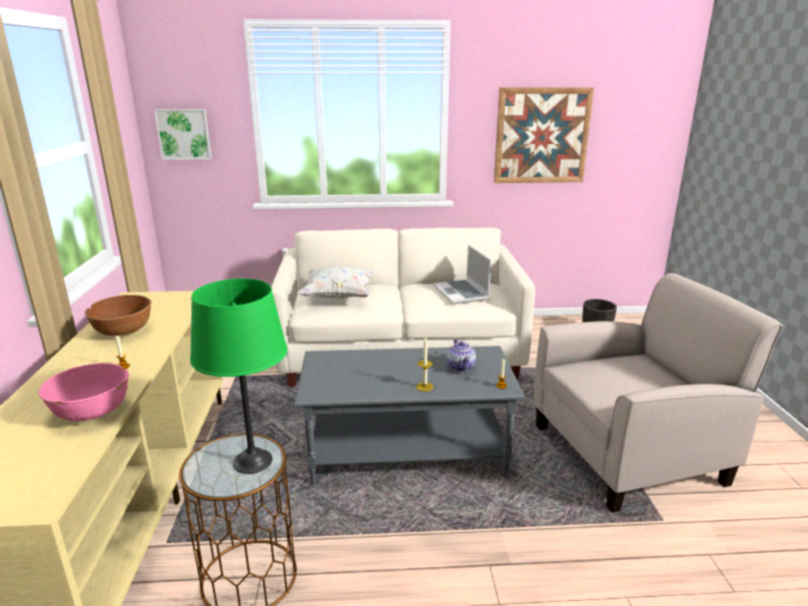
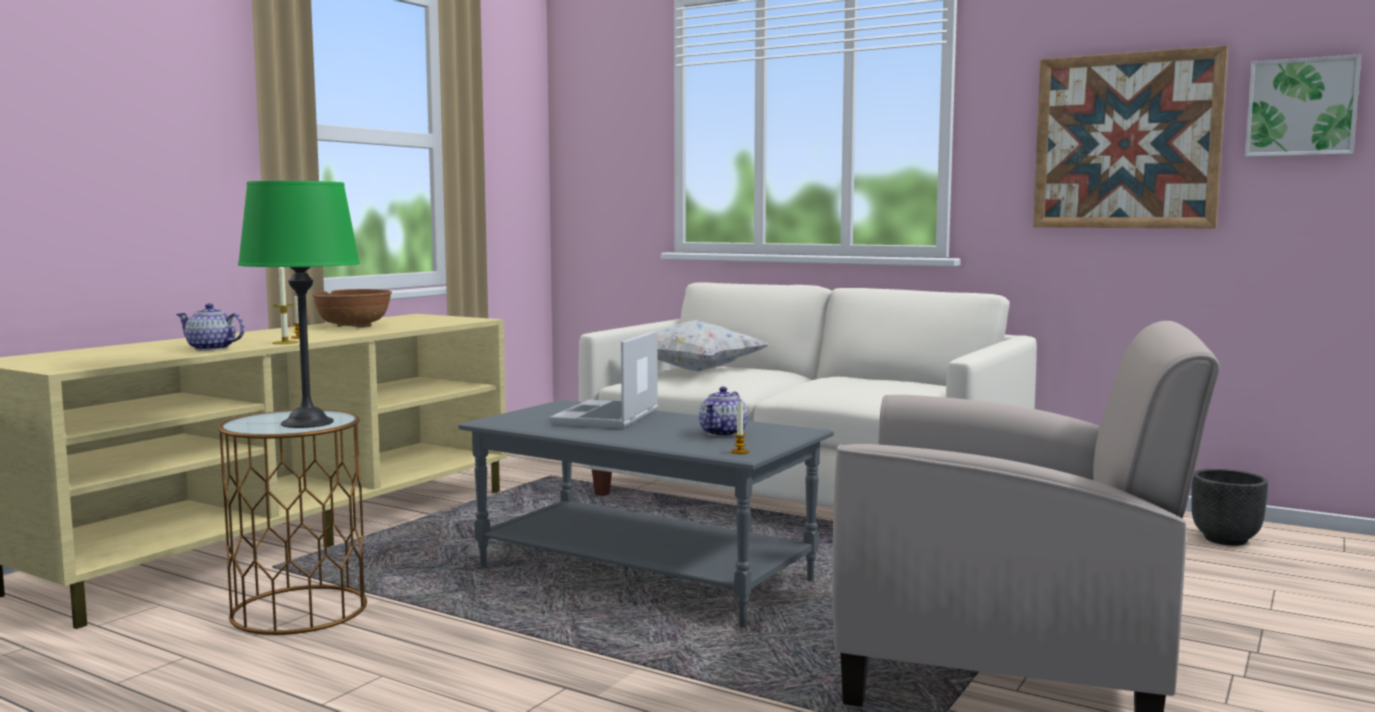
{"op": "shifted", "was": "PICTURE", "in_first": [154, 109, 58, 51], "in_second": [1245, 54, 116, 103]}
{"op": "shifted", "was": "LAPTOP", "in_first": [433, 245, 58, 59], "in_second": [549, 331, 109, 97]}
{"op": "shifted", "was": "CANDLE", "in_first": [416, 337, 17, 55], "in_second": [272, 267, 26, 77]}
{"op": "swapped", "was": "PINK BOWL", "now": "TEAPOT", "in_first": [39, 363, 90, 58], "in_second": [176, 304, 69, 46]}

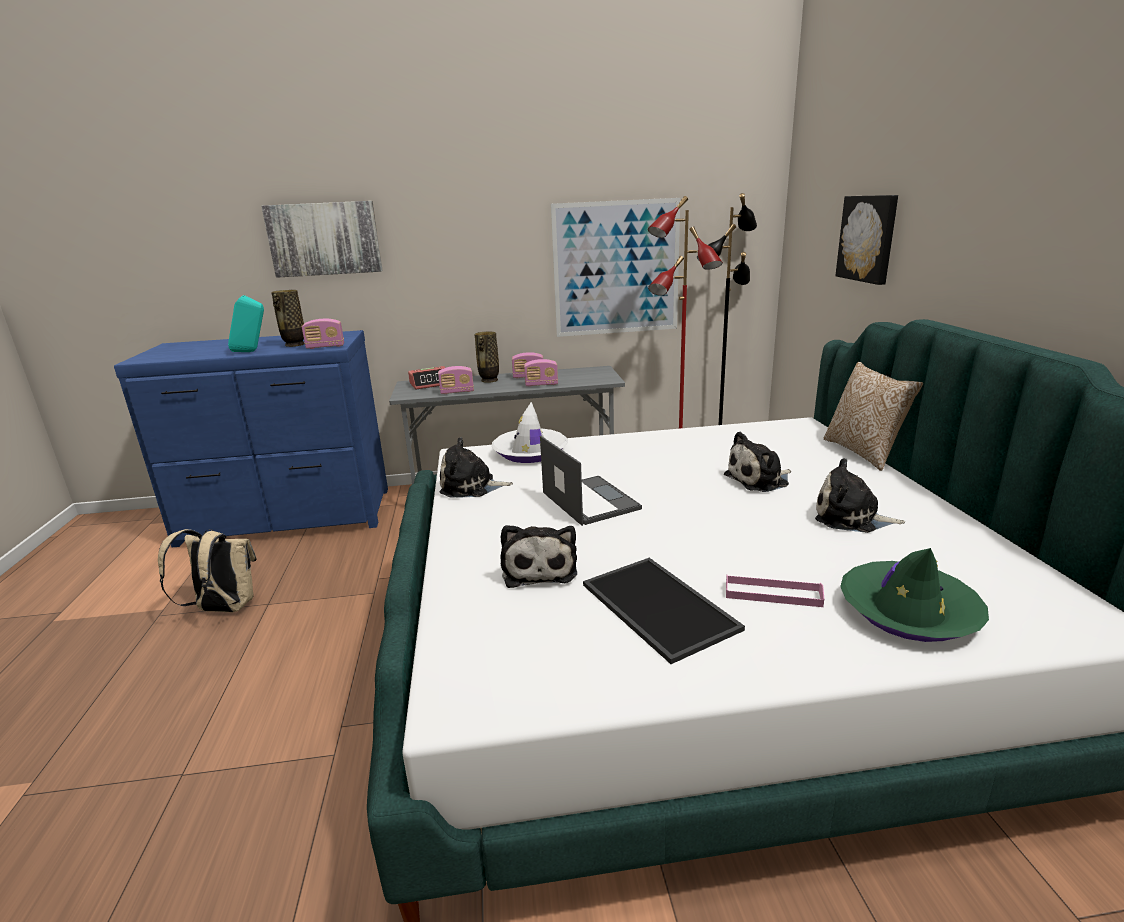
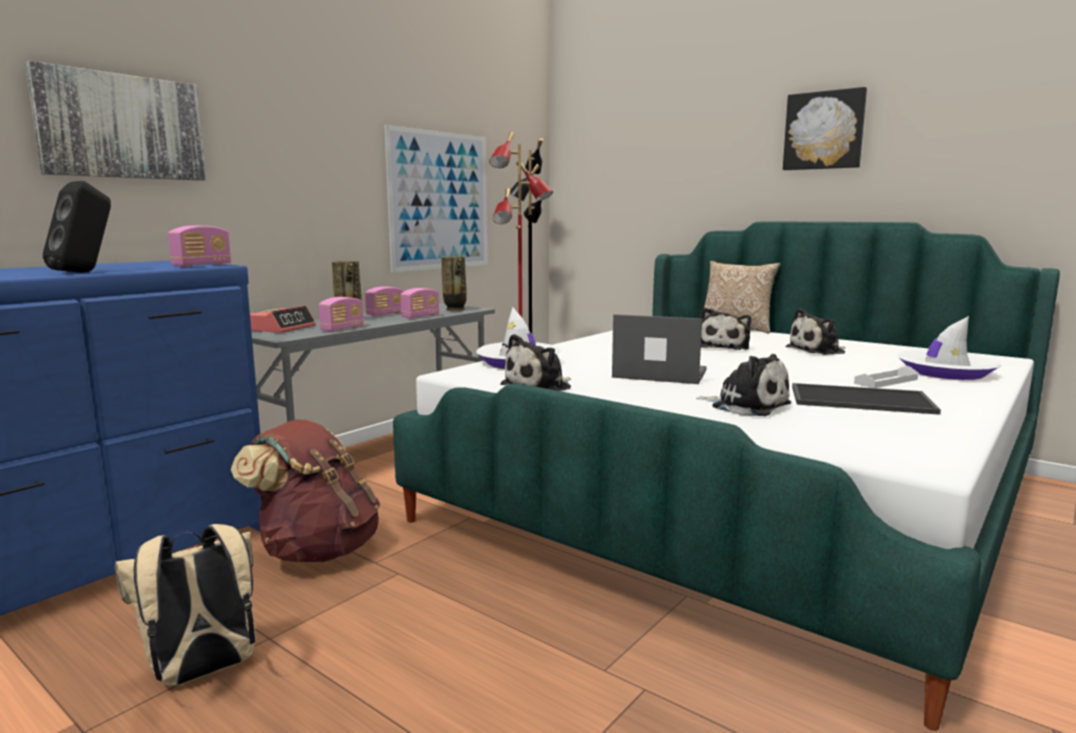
{"op": "shifted", "was": "PICTURE", "in_first": [835, 195, 63, 90], "in_second": [783, 87, 84, 83]}
{"op": "shifted", "was": "VASE", "in_first": [271, 290, 33, 57], "in_second": [442, 257, 25, 54]}
{"op": "repainted", "was": "TURQUOISE SPEAKER", "now": "BLACK SPEAKER", "in_first": [228, 295, 36, 57], "in_second": [42, 181, 69, 92]}
{"op": "repainted", "was": "GREEN HAT", "now": "WHITE HAT", "in_first": [840, 548, 149, 94], "in_second": [898, 316, 104, 64]}
{"op": "repainted", "was": "PINK TRAY", "now": "WHITE TRAY", "in_first": [726, 575, 98, 32], "in_second": [854, 366, 64, 22]}
{"op": "new", "now": "BROWN BACKPACK", "in_second": [231, 419, 149, 143]}

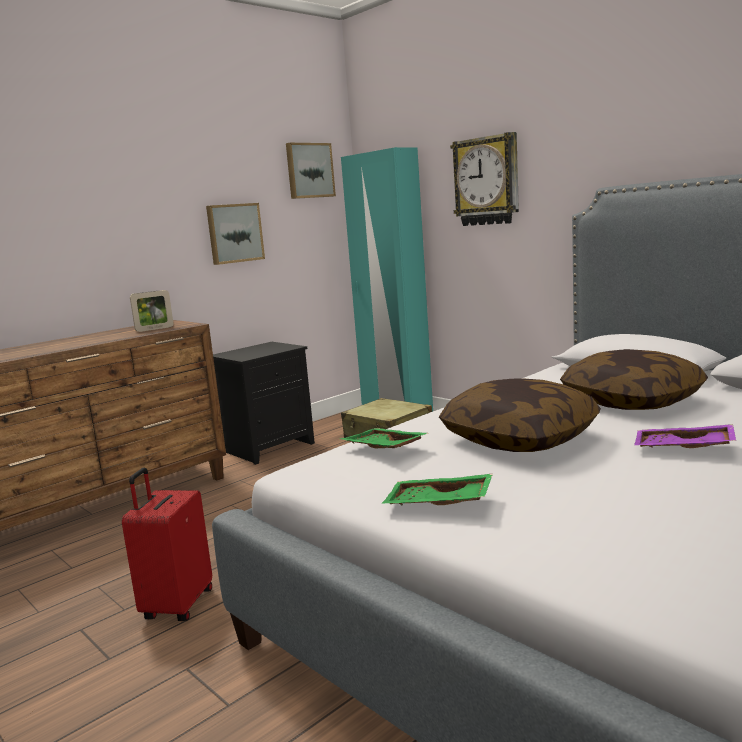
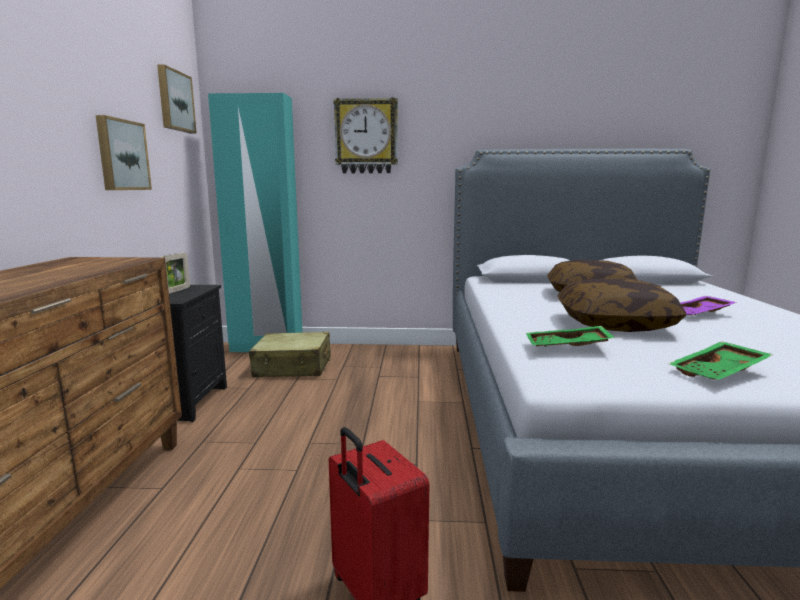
{"op": "shifted", "was": "PICTURE FRAME", "in_first": [130, 290, 43, 42], "in_second": [159, 253, 31, 40]}

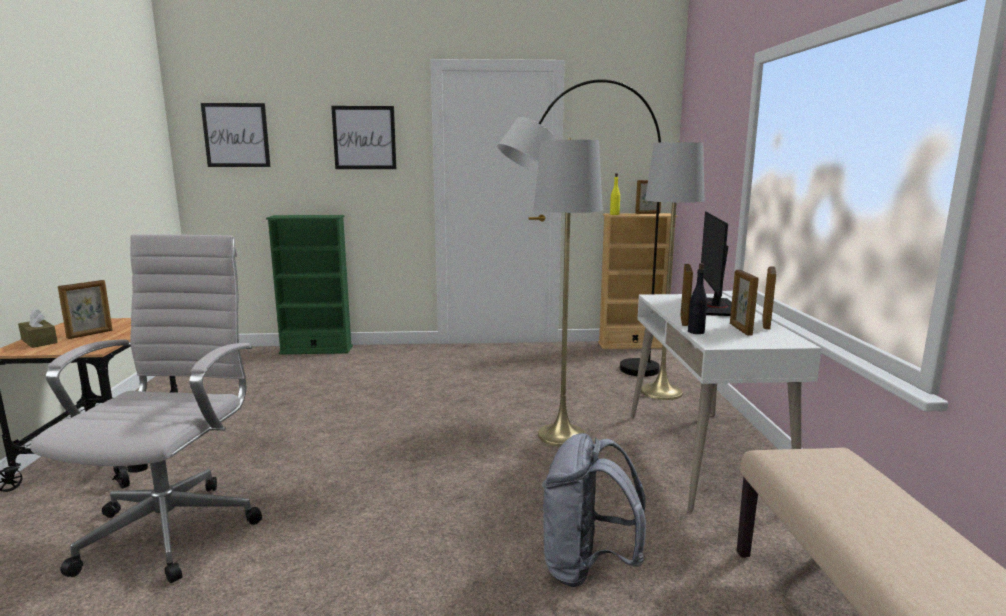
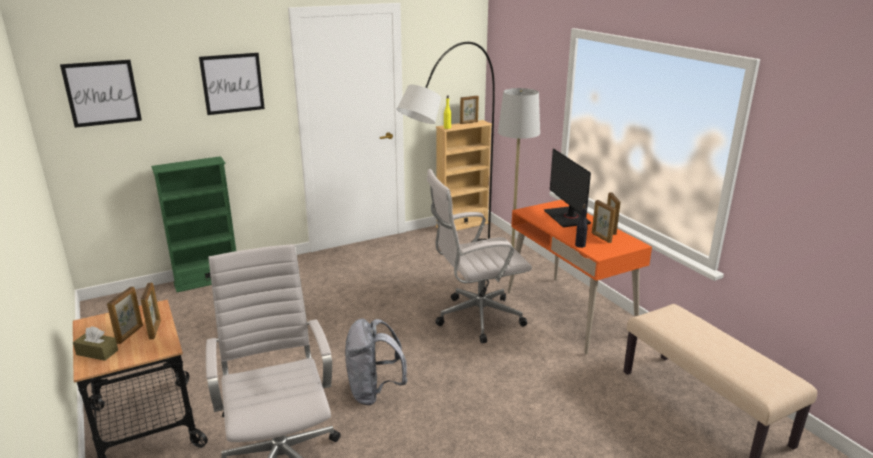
{"op": "swapped", "was": "GREY FLOOR LAMP", "now": "WHITE OFFICE CHAIR", "in_first": [533, 138, 70, 309], "in_second": [427, 169, 105, 174]}
{"op": "shifted", "was": "PICTURE FRAME", "in_first": [681, 264, 12, 62], "in_second": [141, 282, 20, 57]}
{"op": "repainted", "was": "WHITE DESK", "now": "ORANGE DESK", "in_first": [631, 294, 191, 218], "in_second": [508, 200, 144, 155]}
{"op": "shifted", "was": "GREY BACKPACK", "in_first": [542, 433, 104, 154], "in_second": [345, 318, 63, 87]}

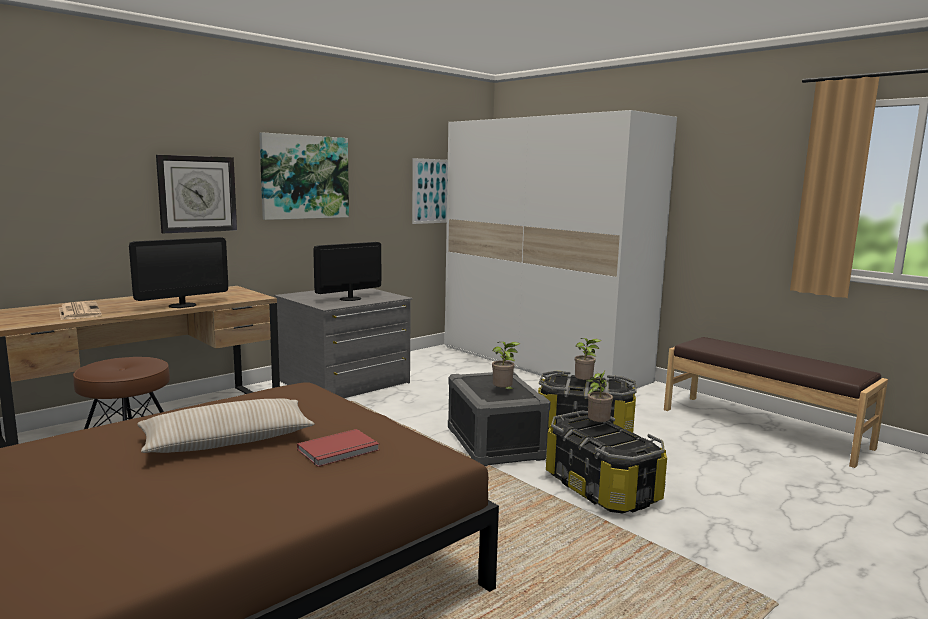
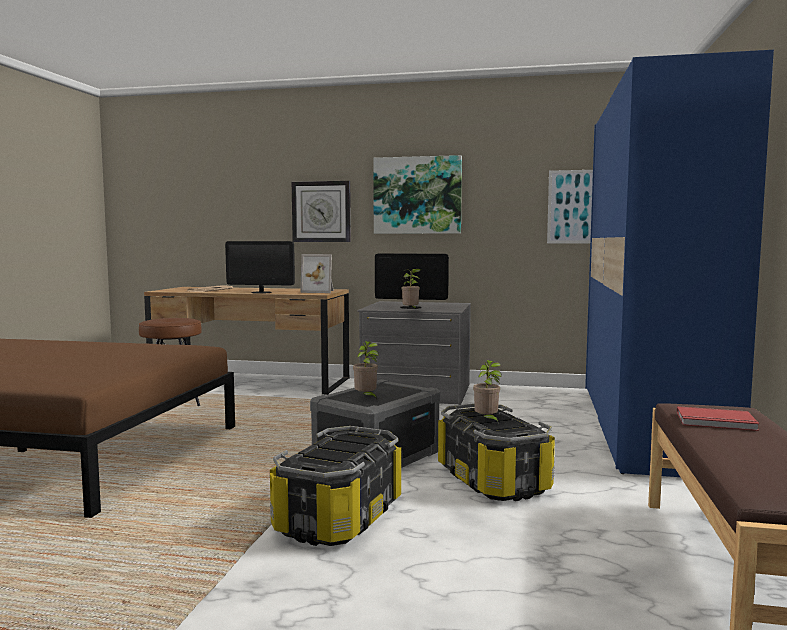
{"op": "repainted", "was": "WHITE WARDROBE", "now": "BLUE WARDROBE", "in_first": [445, 110, 232, 279], "in_second": [585, 50, 189, 427]}
{"op": "shifted", "was": "POTTED PLANT", "in_first": [587, 369, 26, 53], "in_second": [401, 269, 20, 40]}
{"op": "gone", "was": "BEIGE PILLOW", "in_first": [137, 398, 177, 55]}
{"op": "shifted", "was": "RED BOOK", "in_first": [297, 429, 82, 38], "in_second": [677, 406, 82, 25]}
{"op": "new", "now": "PICTURE FRAME", "in_second": [300, 254, 34, 39]}

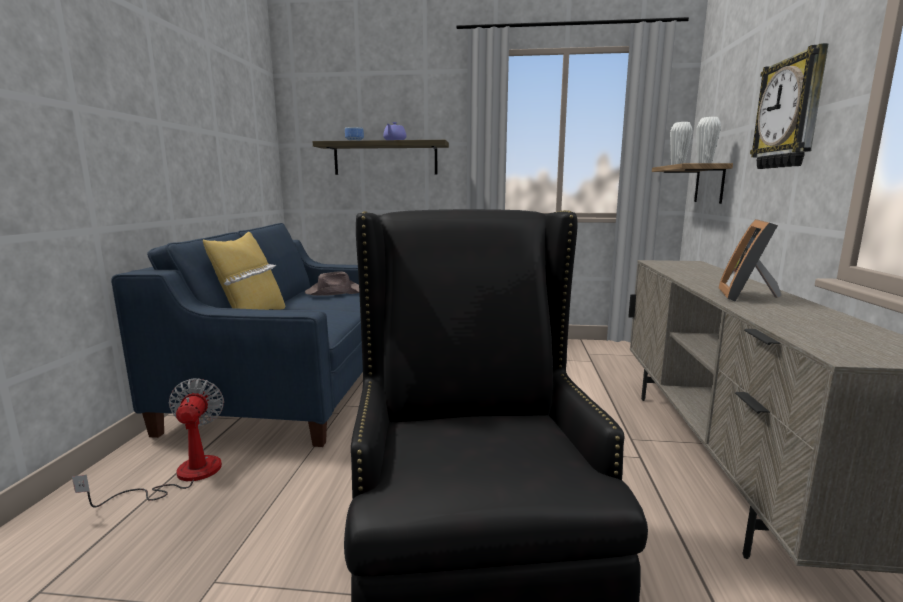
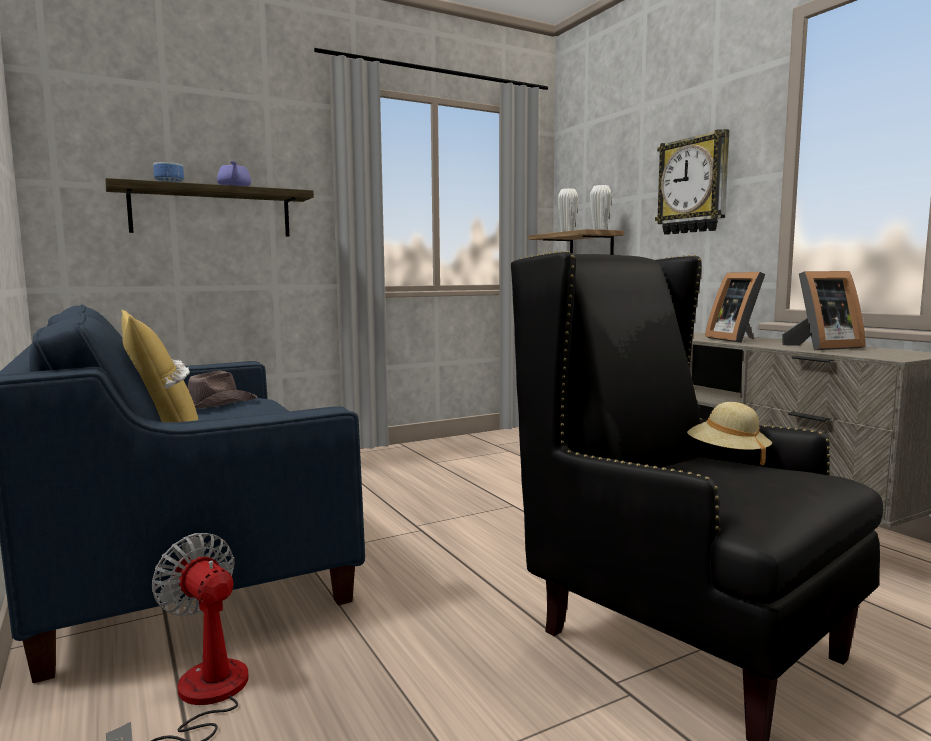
{"op": "new", "now": "PICTURE FRAME", "in_second": [782, 271, 84, 79]}
{"op": "new", "now": "BEIGE HAT", "in_second": [687, 402, 85, 64]}

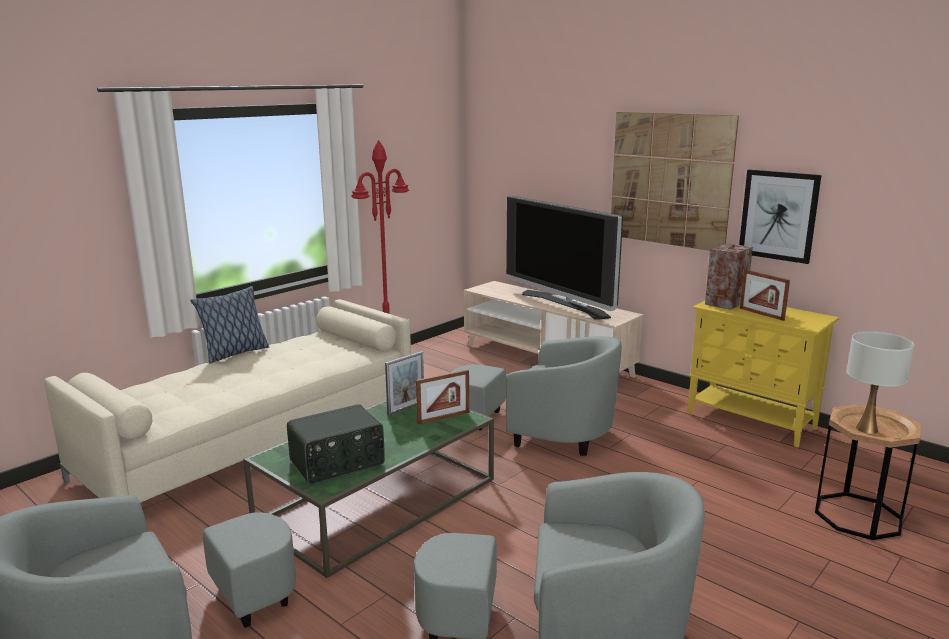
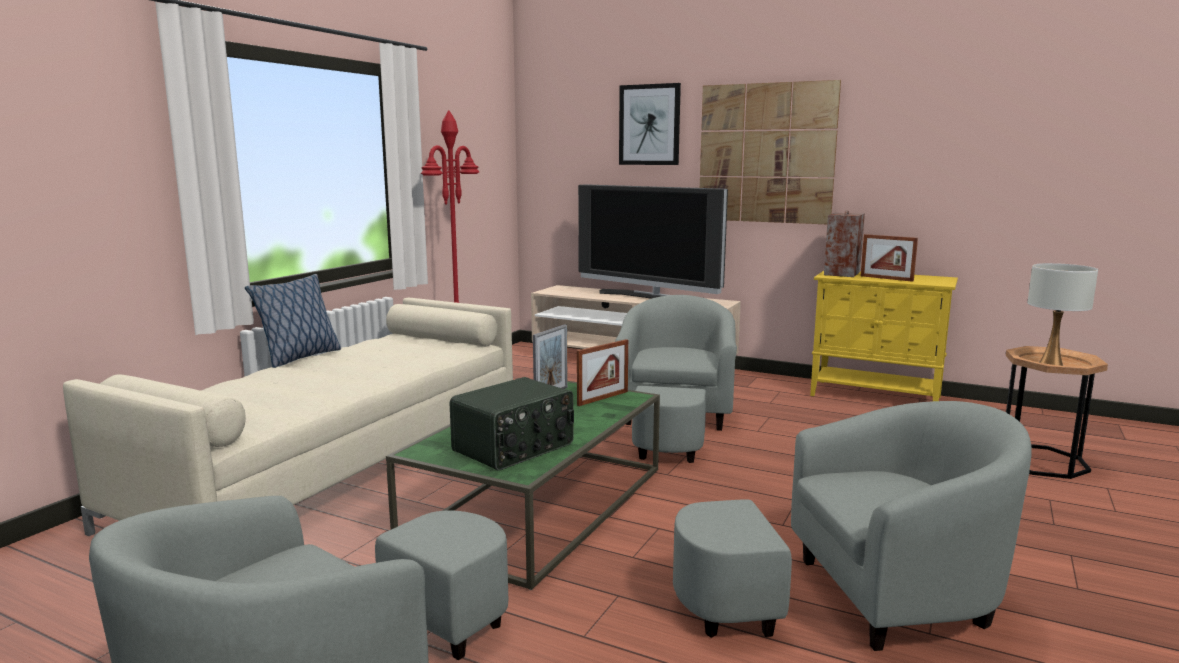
{"op": "shifted", "was": "PICTURE", "in_first": [739, 170, 82, 94], "in_second": [619, 83, 62, 82]}
{"op": "rotated", "was": "GREY ARMCHAIR", "in_first": [451, 336, 171, 120], "in_second": [615, 295, 122, 168], "clockwise": -90}

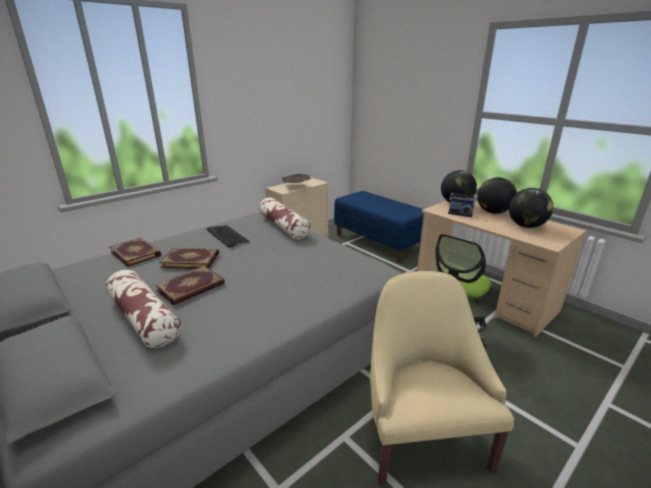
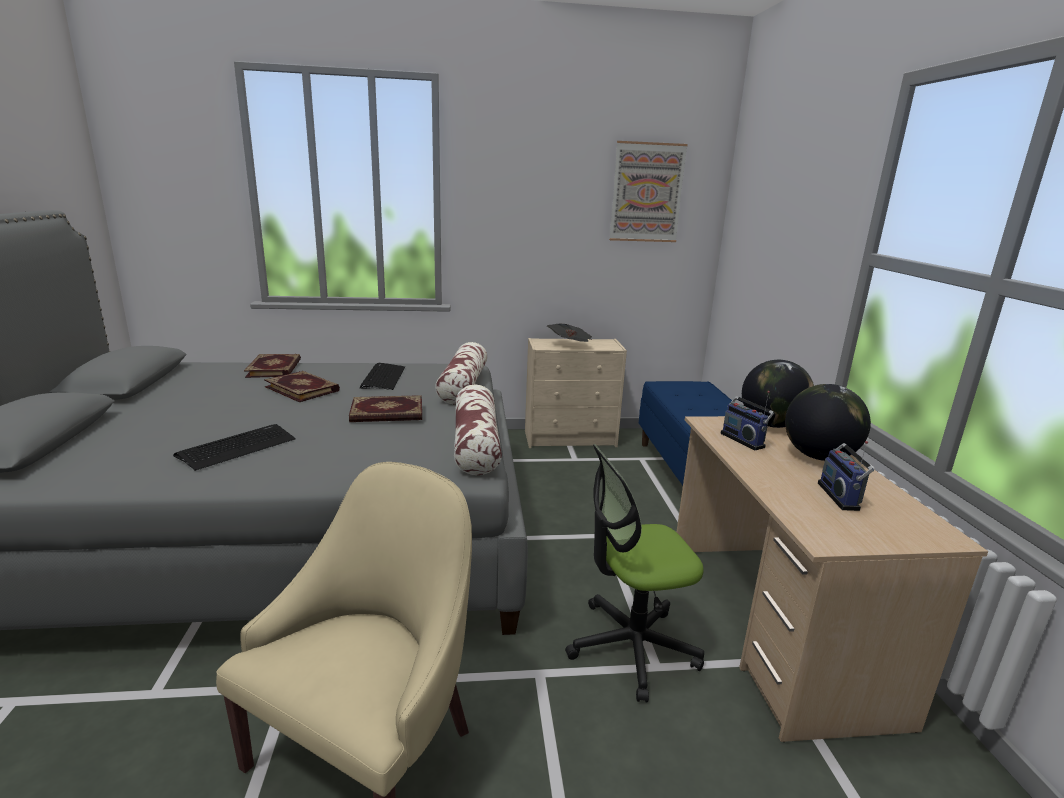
{"op": "swapped", "was": "GLOBE", "now": "RADIO", "in_first": [509, 188, 44, 40], "in_second": [818, 441, 56, 70]}
{"op": "shifted", "was": "BOOK", "in_first": [155, 266, 70, 39], "in_second": [349, 395, 73, 27]}
{"op": "shifted", "was": "PILLOW", "in_first": [106, 270, 75, 78], "in_second": [454, 385, 48, 90]}
{"op": "new", "now": "PICTURE", "in_second": [609, 141, 79, 101]}
{"op": "new", "now": "KEYBOARD", "in_second": [173, 424, 122, 47]}

